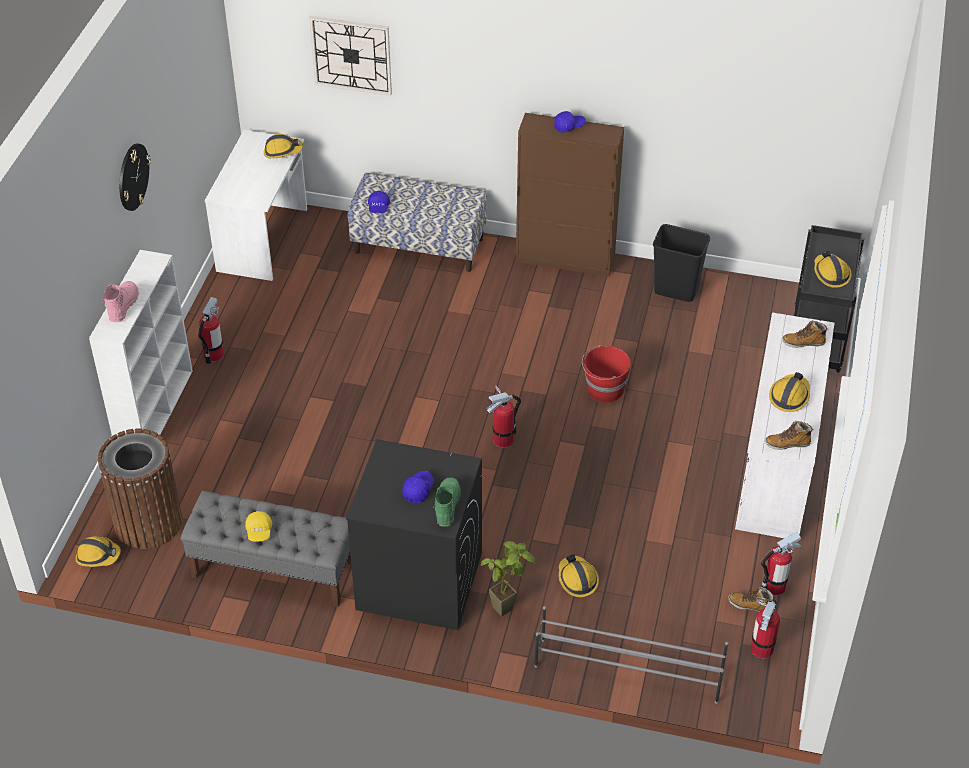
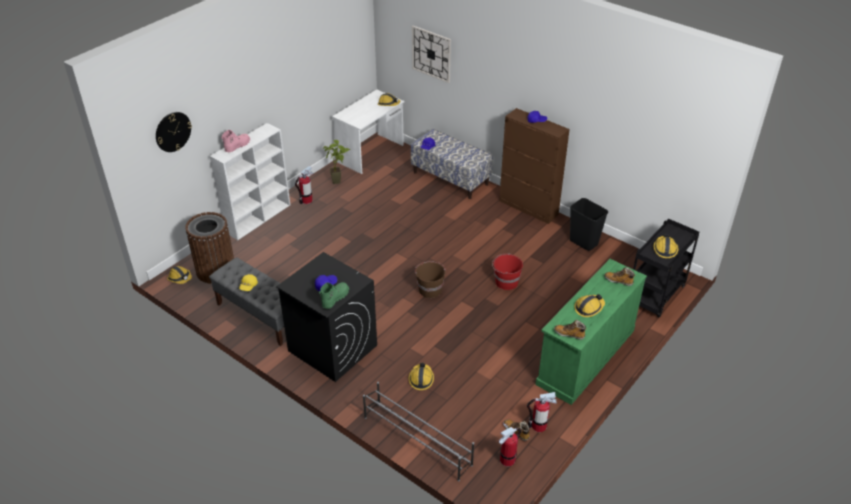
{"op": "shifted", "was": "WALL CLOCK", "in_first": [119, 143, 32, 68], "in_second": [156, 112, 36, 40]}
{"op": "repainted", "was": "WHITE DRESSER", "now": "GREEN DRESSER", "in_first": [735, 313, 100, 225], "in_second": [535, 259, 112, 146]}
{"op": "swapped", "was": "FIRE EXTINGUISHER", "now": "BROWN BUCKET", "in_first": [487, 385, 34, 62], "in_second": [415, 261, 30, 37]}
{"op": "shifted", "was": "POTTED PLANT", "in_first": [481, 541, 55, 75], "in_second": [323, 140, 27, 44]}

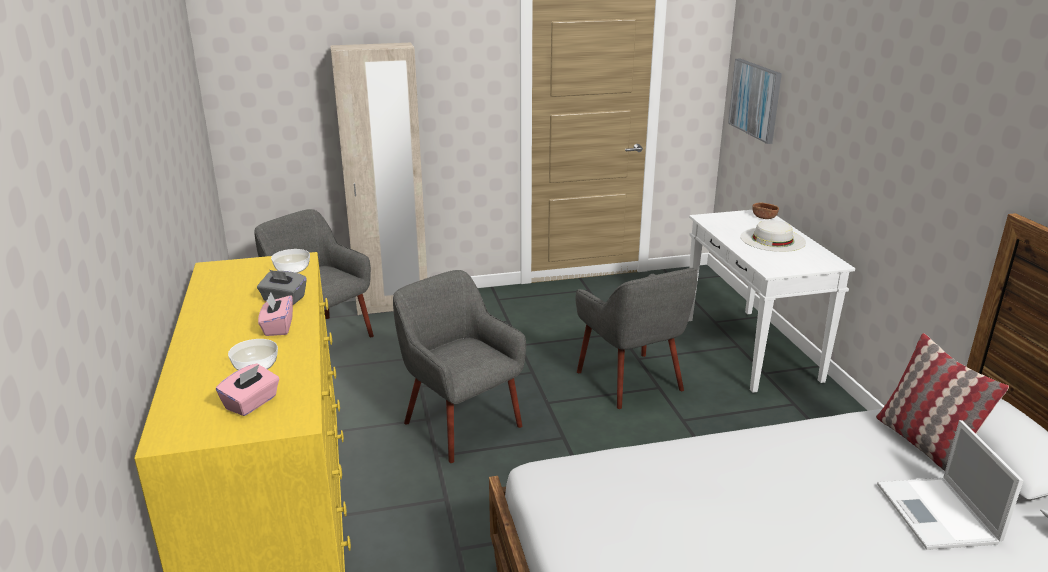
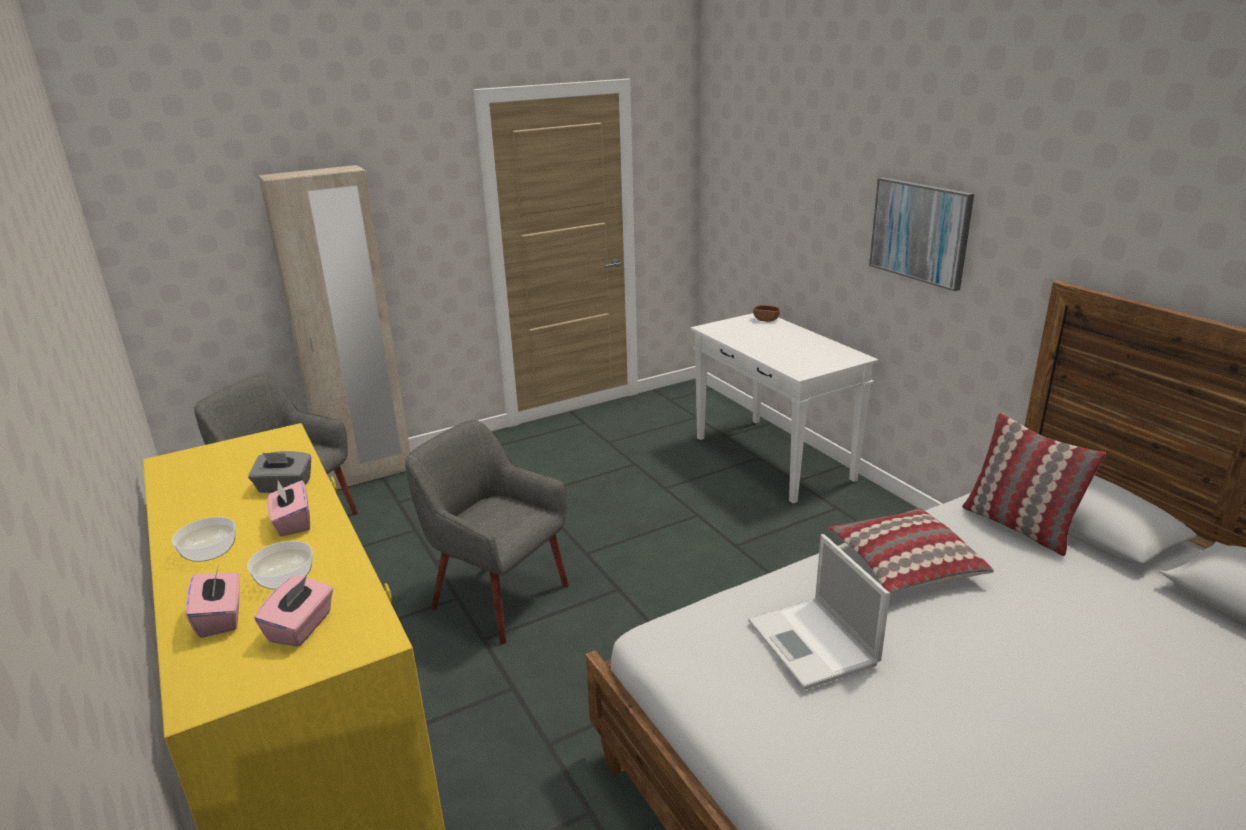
{"op": "shifted", "was": "PICTURE", "in_first": [728, 59, 54, 85], "in_second": [869, 177, 105, 114]}
{"op": "gone", "was": "WHITE HAT", "in_first": [740, 220, 66, 32]}
{"op": "shifted", "was": "BOWL", "in_first": [271, 249, 39, 24], "in_second": [172, 517, 64, 45]}
{"op": "gone", "was": "GREY ARMCHAIR", "in_first": [576, 268, 122, 141]}
{"op": "shifted", "was": "LAPTOP", "in_first": [877, 420, 146, 130], "in_second": [748, 534, 142, 156]}
{"op": "new", "now": "PILLOW", "in_second": [828, 508, 166, 86]}
{"op": "new", "now": "PINK TISSUE BOX", "in_second": [186, 567, 54, 71]}

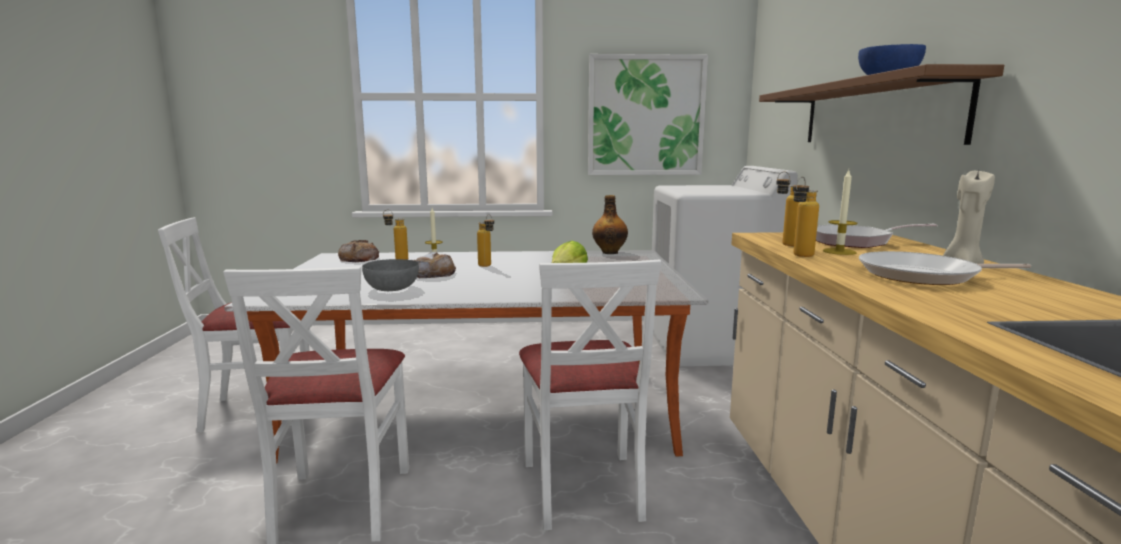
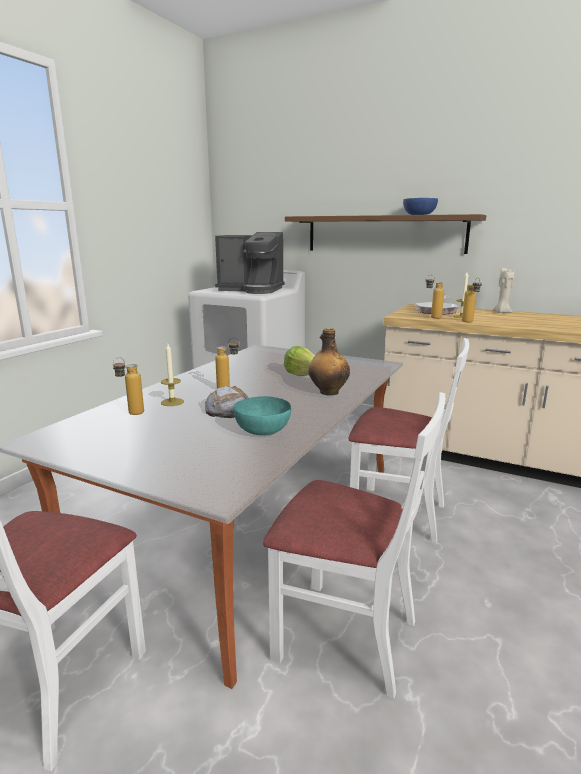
{"op": "gone", "was": "PICTURE", "in_first": [588, 54, 120, 121]}
{"op": "shifted", "was": "BOTTLE", "in_first": [592, 195, 36, 59], "in_second": [308, 328, 42, 67]}
{"op": "gone", "was": "BREAD", "in_first": [338, 240, 41, 22]}
{"op": "gone", "was": "FRYING PAN", "in_first": [859, 251, 172, 34]}
{"op": "repainted", "was": "GREY BOWL", "now": "TURQUOISE BOWL", "in_first": [362, 259, 57, 32], "in_second": [233, 396, 58, 39]}
{"op": "new", "now": "COFFEE MACHINE", "in_second": [215, 232, 70, 62]}

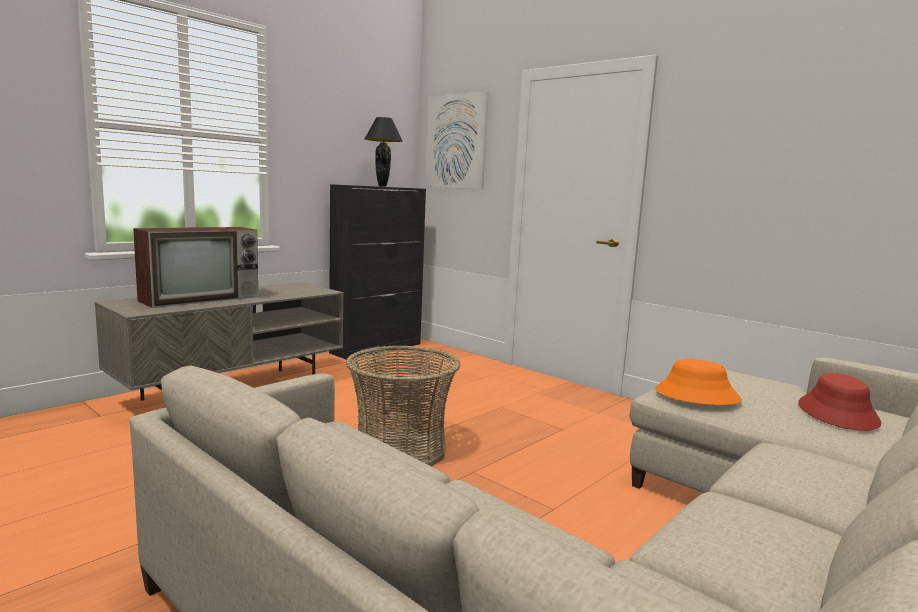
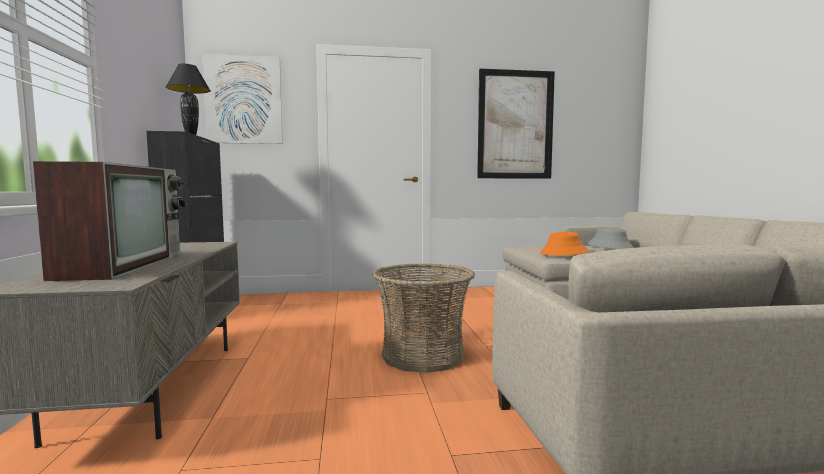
{"op": "repainted", "was": "RED HAT", "now": "GREY HAT", "in_first": [798, 373, 83, 58], "in_second": [587, 227, 47, 22]}
{"op": "new", "now": "PICTURE", "in_second": [477, 69, 78, 110]}

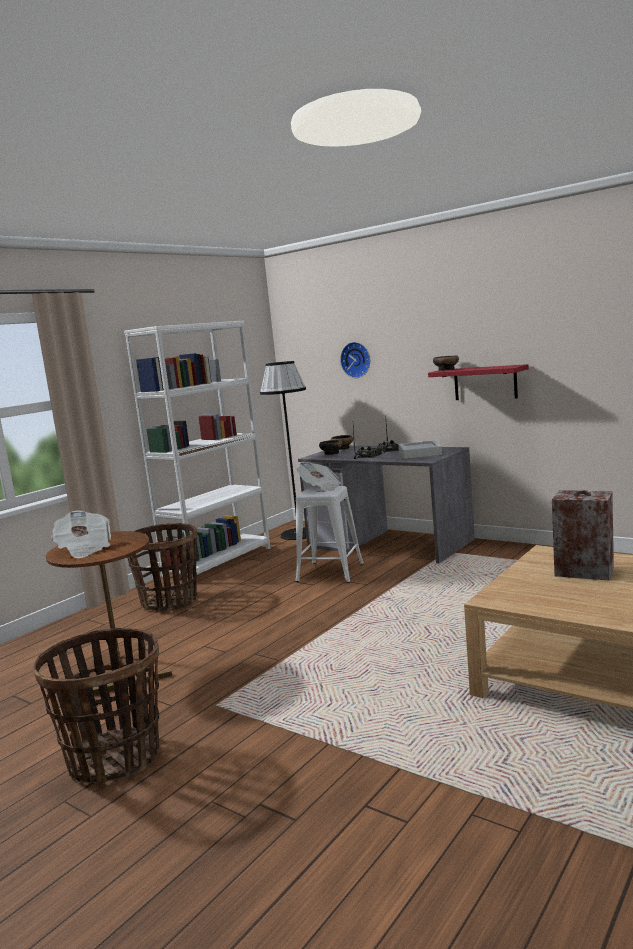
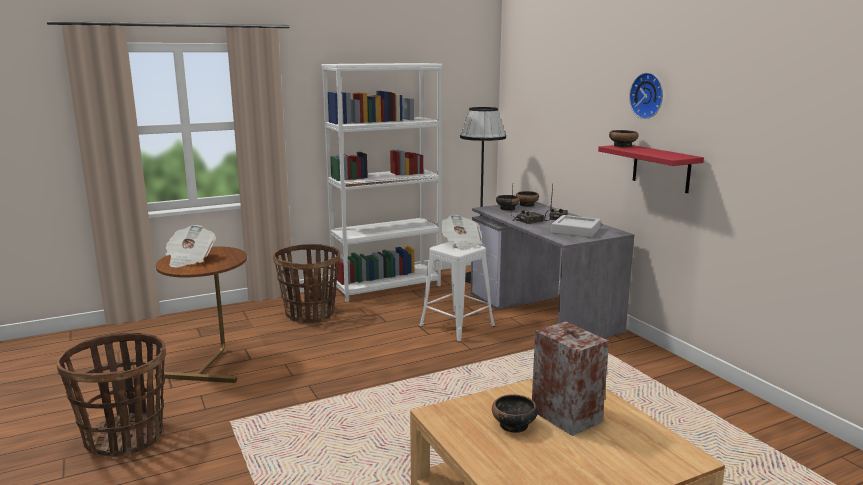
{"op": "shifted", "was": "WALL CLOCK", "in_first": [340, 342, 30, 36], "in_second": [629, 72, 34, 47]}
{"op": "new", "now": "BOWL", "in_second": [492, 394, 46, 39]}

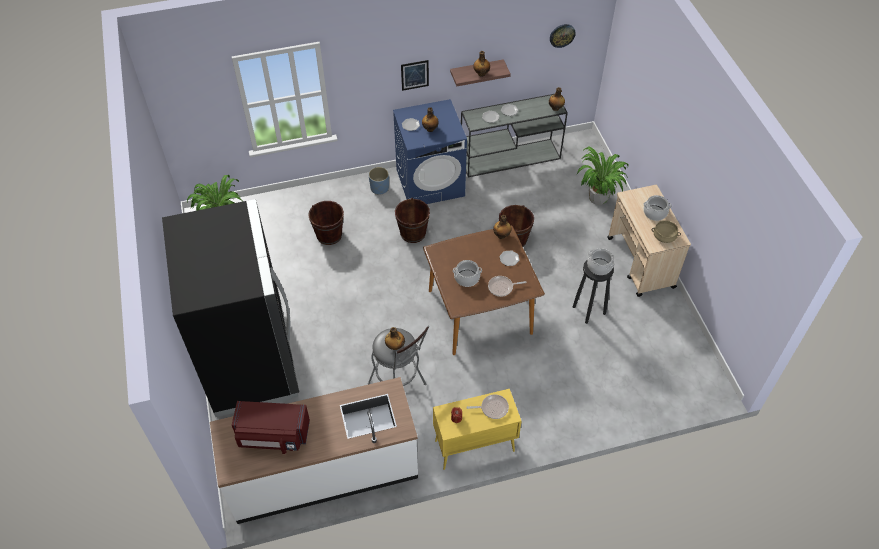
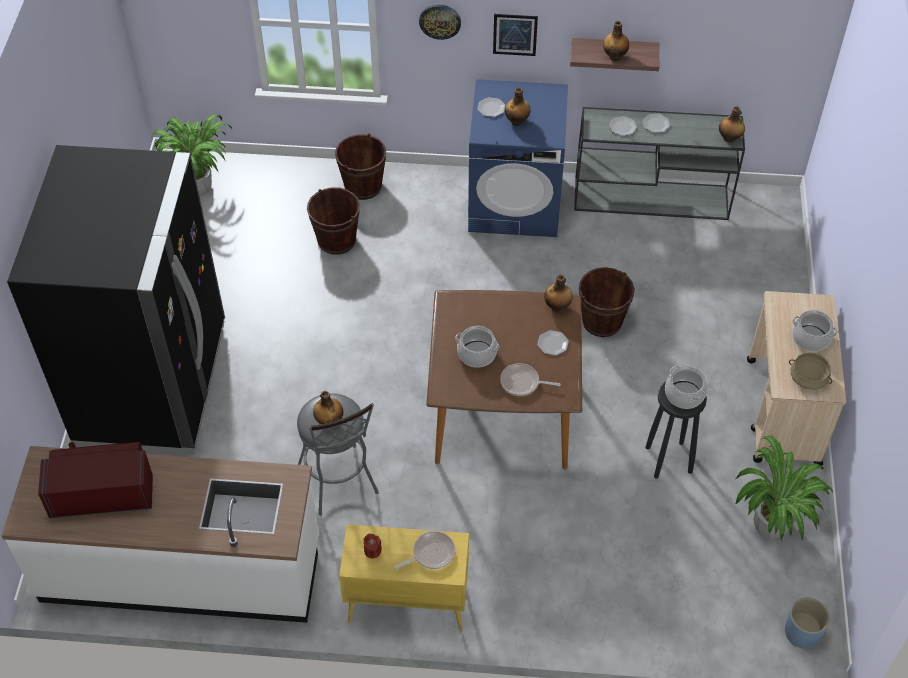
{"op": "shifted", "was": "WALL CLOCK", "in_first": [550, 24, 26, 24], "in_second": [419, 5, 42, 35]}
{"op": "shifted", "was": "POTTED PLANT", "in_first": [577, 146, 51, 59], "in_second": [735, 435, 98, 105]}
{"op": "shifted", "was": "BLUE PLANTER", "in_first": [368, 167, 21, 28], "in_second": [785, 597, 45, 52]}
{"op": "shifted", "was": "BROWN BUCKET", "in_first": [395, 198, 35, 45], "in_second": [335, 133, 51, 67]}
{"op": "rotated", "was": "FRYING PAN", "in_first": [466, 394, 43, 25], "in_second": [394, 531, 61, 38], "clockwise": -45}
{"op": "rotated", "was": "RED MICROWAVE", "in_first": [232, 401, 78, 53], "in_second": [38, 442, 115, 76], "clockwise": 150}

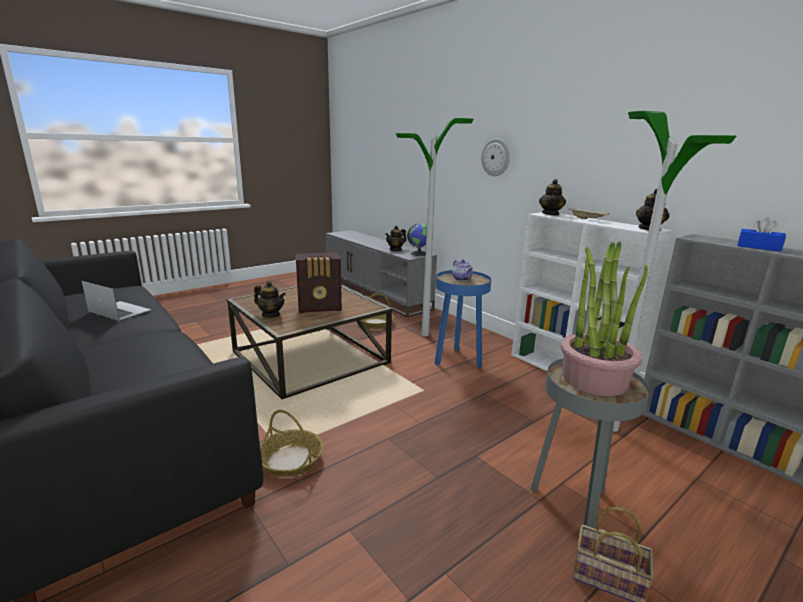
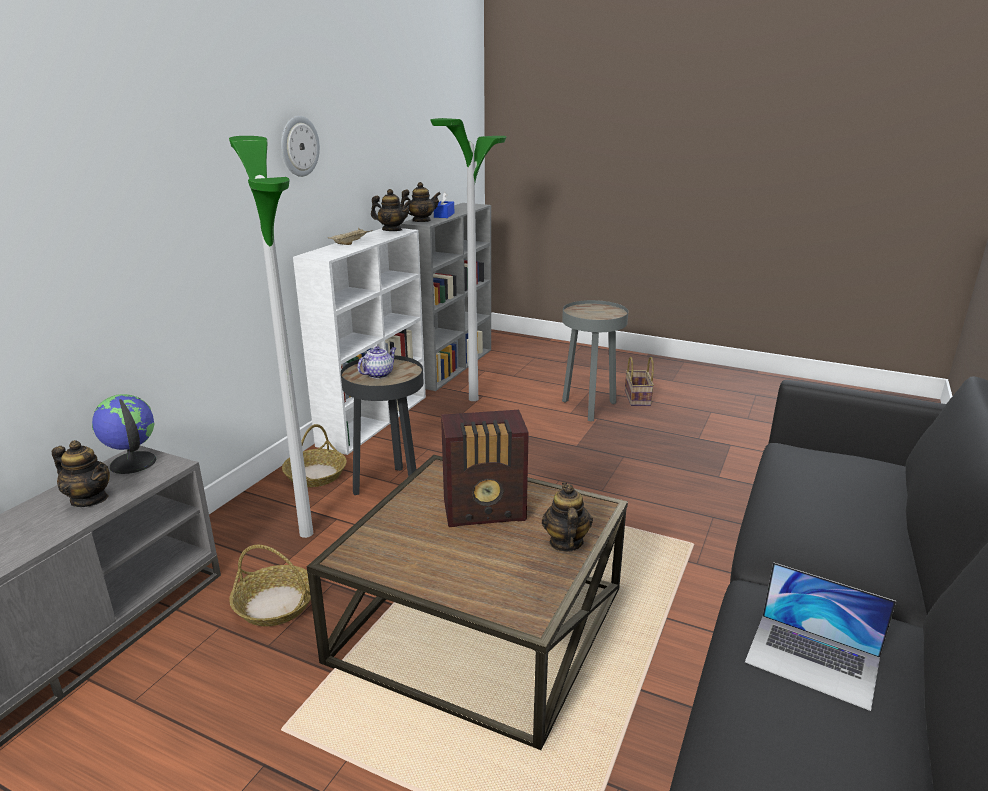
{"op": "shifted", "was": "WALL CLOCK", "in_first": [481, 138, 29, 38], "in_second": [281, 116, 39, 61]}
{"op": "shifted", "was": "TEAPOT", "in_first": [539, 179, 27, 37], "in_second": [400, 182, 41, 40]}
{"op": "gone", "was": "POTTED PLANT", "in_first": [561, 241, 87, 155]}
{"op": "rotated", "was": "RADIO", "in_first": [296, 252, 46, 61], "in_second": [441, 410, 88, 117], "clockwise": 120}
{"op": "repainted", "was": "BLUE SIDE TABLE", "now": "BLACK SIDE TABLE", "in_first": [434, 270, 57, 97], "in_second": [341, 355, 83, 140]}
{"op": "rotated", "was": "LAPTOP", "in_first": [82, 281, 69, 39], "in_second": [745, 562, 151, 149], "clockwise": -60}
{"op": "shifted", "was": "BASKET", "in_first": [260, 409, 63, 68], "in_second": [282, 424, 65, 63]}

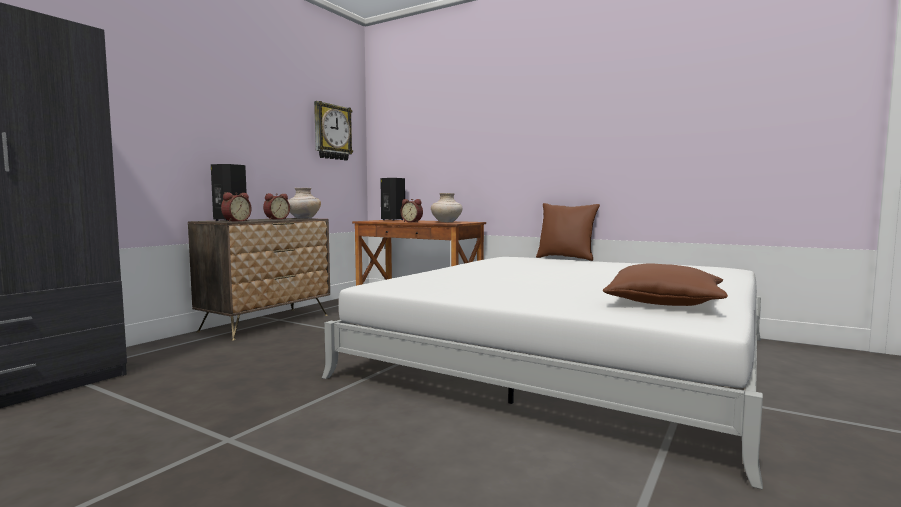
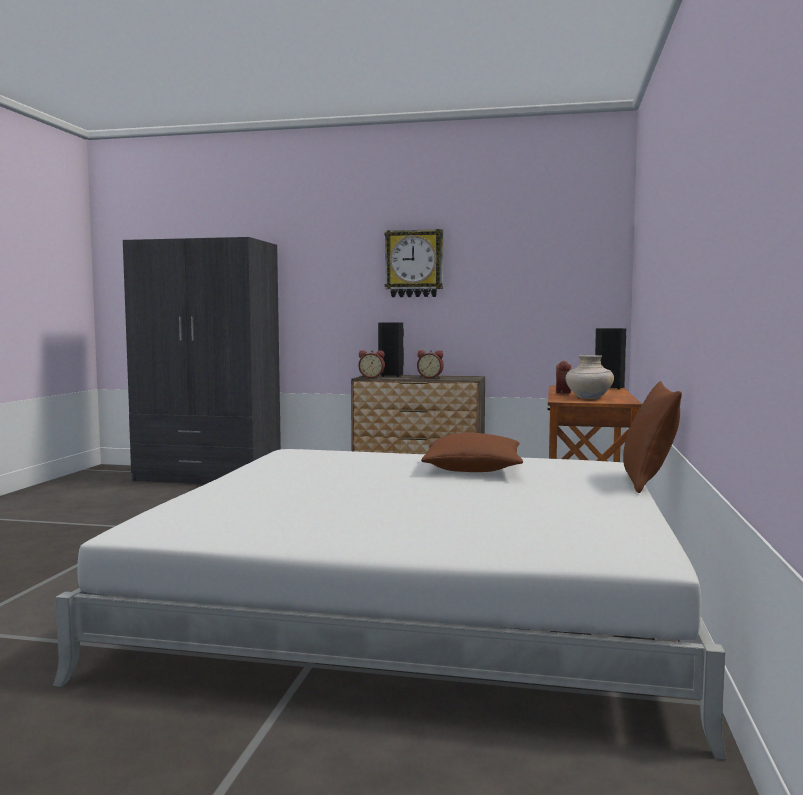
{"op": "shifted", "was": "WALL CLOCK", "in_first": [314, 101, 39, 60], "in_second": [385, 229, 58, 68]}
{"op": "gone", "was": "BEIGE VASE", "in_first": [288, 188, 33, 31]}
{"op": "shifted", "was": "BROWN PILLOW", "in_first": [603, 263, 125, 43], "in_second": [421, 433, 102, 39]}

